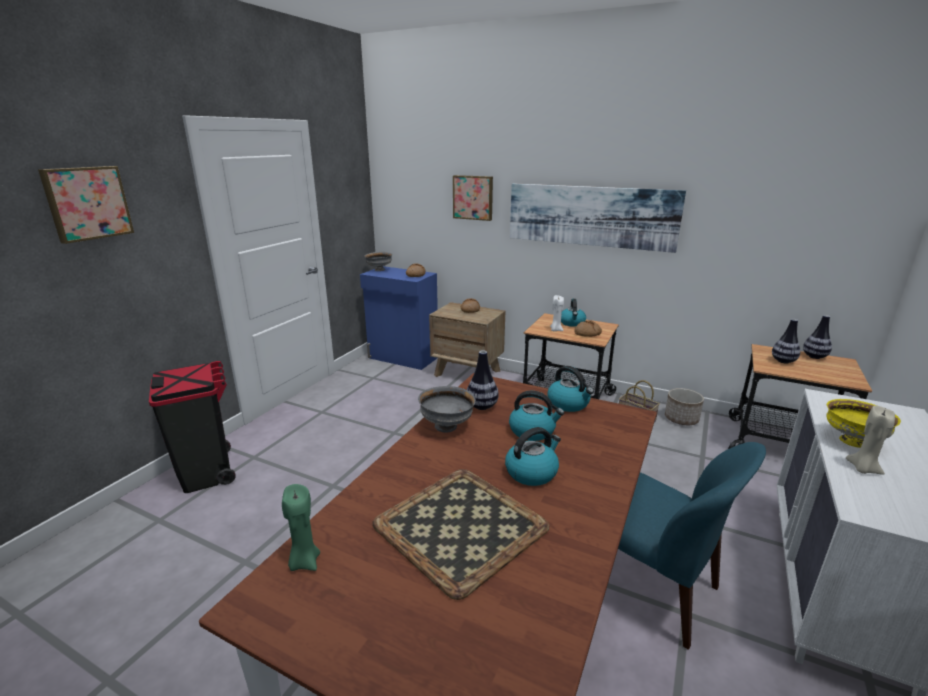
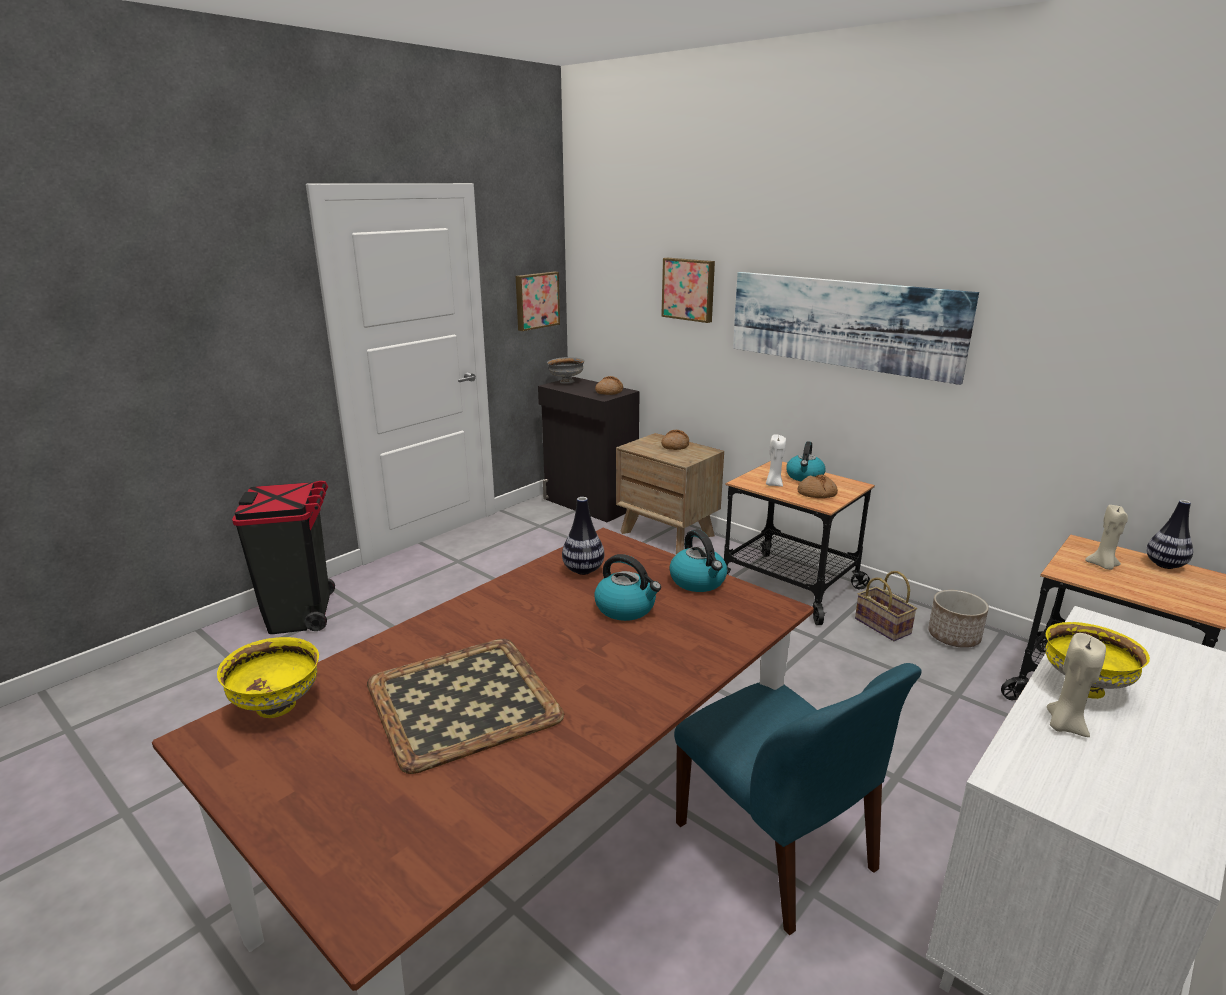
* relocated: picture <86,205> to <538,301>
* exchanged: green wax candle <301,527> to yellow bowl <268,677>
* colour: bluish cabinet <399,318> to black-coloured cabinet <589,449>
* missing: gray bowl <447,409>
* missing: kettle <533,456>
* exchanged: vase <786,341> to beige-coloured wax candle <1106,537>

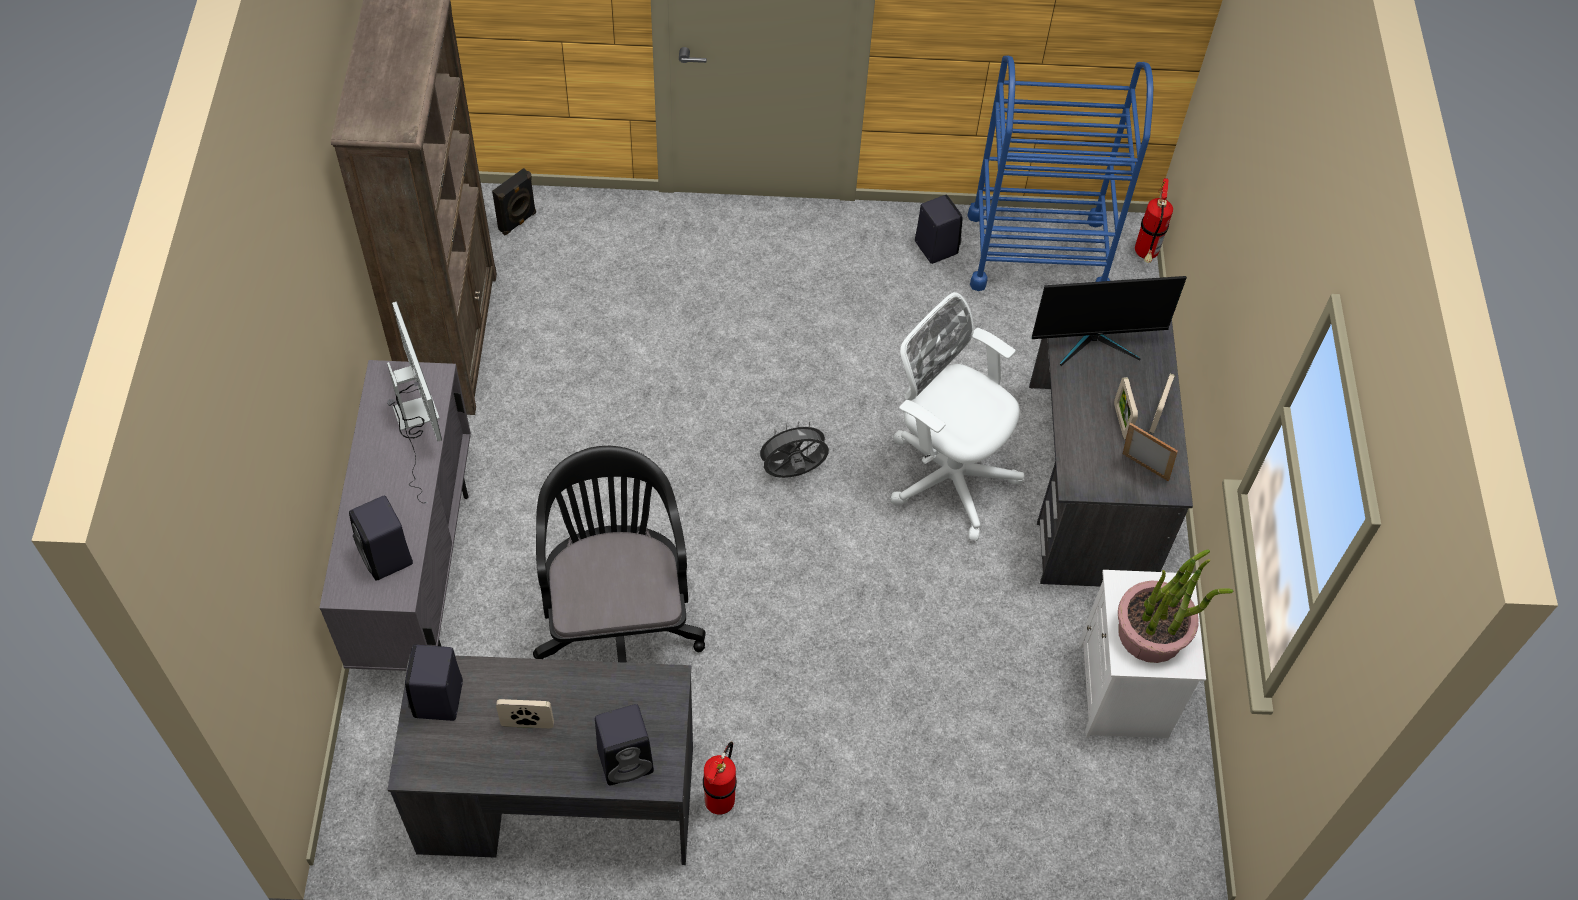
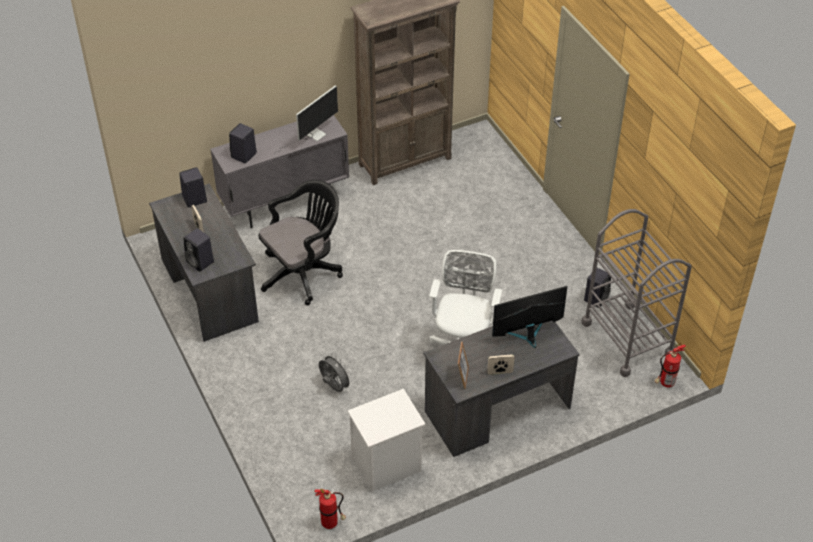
* missing: black-coloured audio speaker <514,201>
* relocated: fire-fighting cylinder <720,778> to <330,509>
* relocated: gray cooling fan <792,449> to <336,372>
* colour: bluish wheeled cart <1060,173> to gray wheeled cart <637,293>
* spun: computer screen <1109,321> = <529,317> 105 degrees clockwise
* missing: standing frame <1126,408>
* missing: plant in a pot <1175,606>

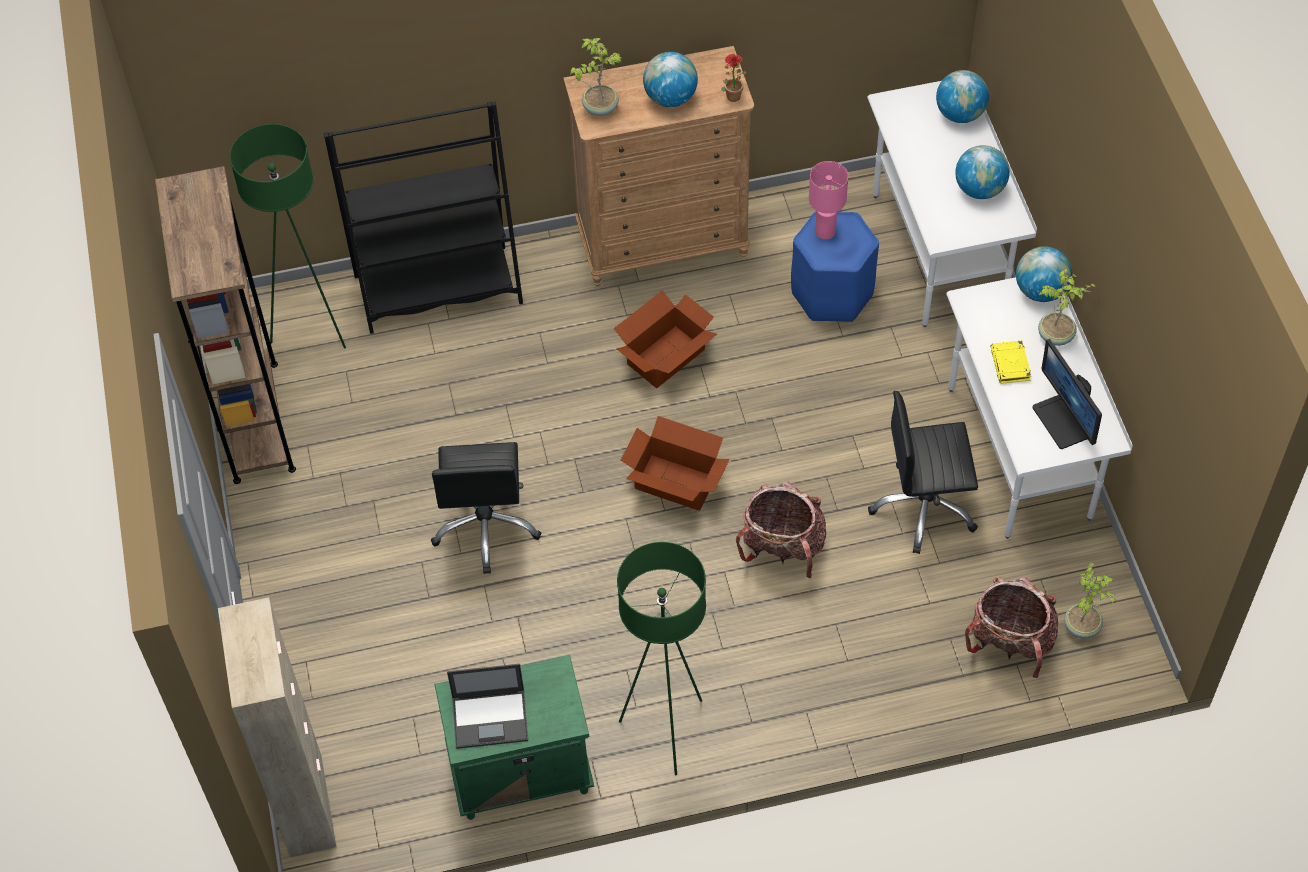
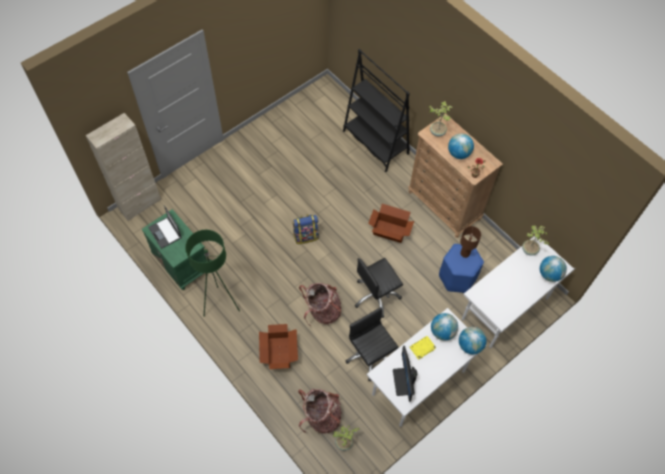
* missing: brown-coloured shelving unit <225,325>
* missing: green floor lamp <288,236>
* relocated: black-coloured office chair <486,508> to <379,288>
* relocated: packing box <675,463> to <278,346>
* colour: pinkish lamp for a table <828,200> to brown-coloured lamp for a table <470,242>
* relocated: desk globe <982,172> to <444,326>
* spun: computer screen <1067,394> = <405,374> 45 degrees counterclockwise
* relocated: plant in a pot <1067,307> to <535,240>
* appeared: rucksack <306,229>

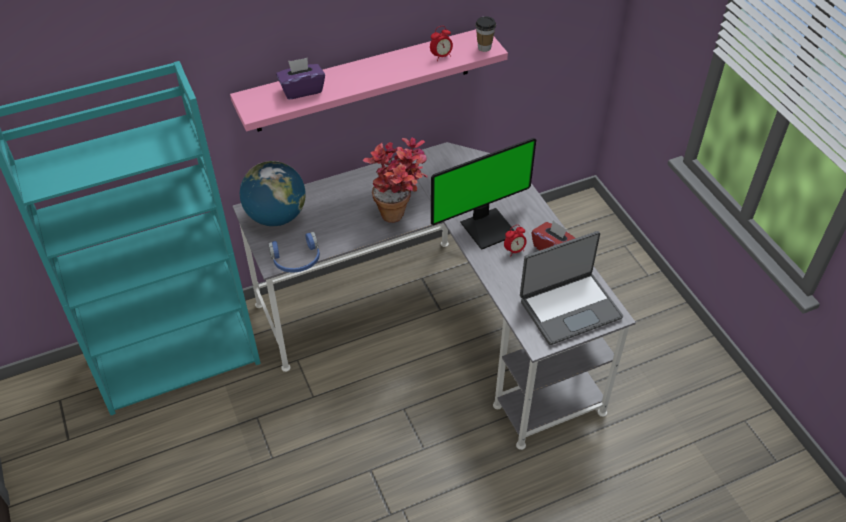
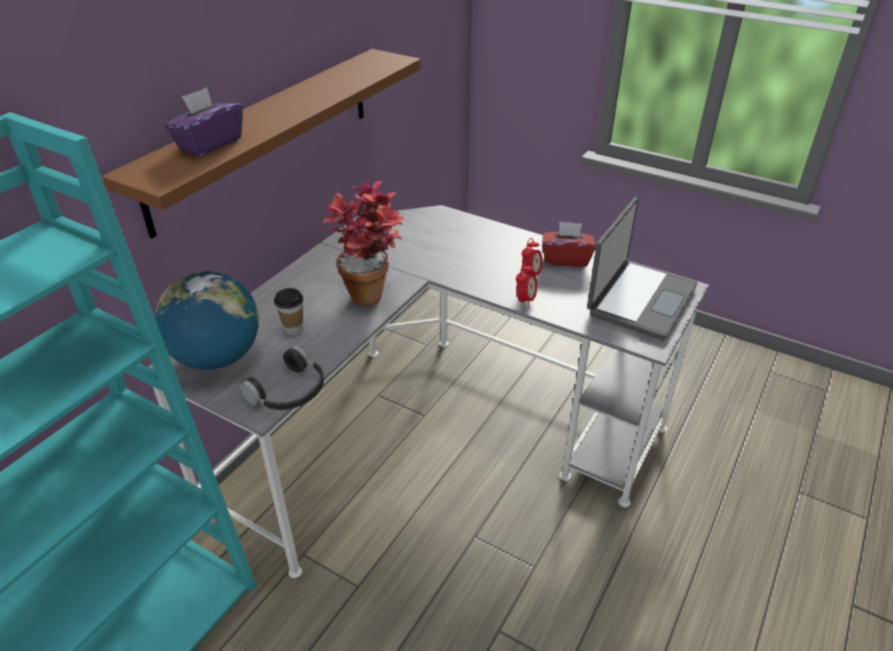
* colour: pinkish bracket shelf <369,80> to brown-coloured bracket shelf <261,144>
* colour: bluish headphones <294,252> to black-coloured headphones <281,378>
* relocated: alarm clock <441,43> to <526,285>
* missing: computer screen <483,194>
* relocated: small cup <485,34> to <289,311>

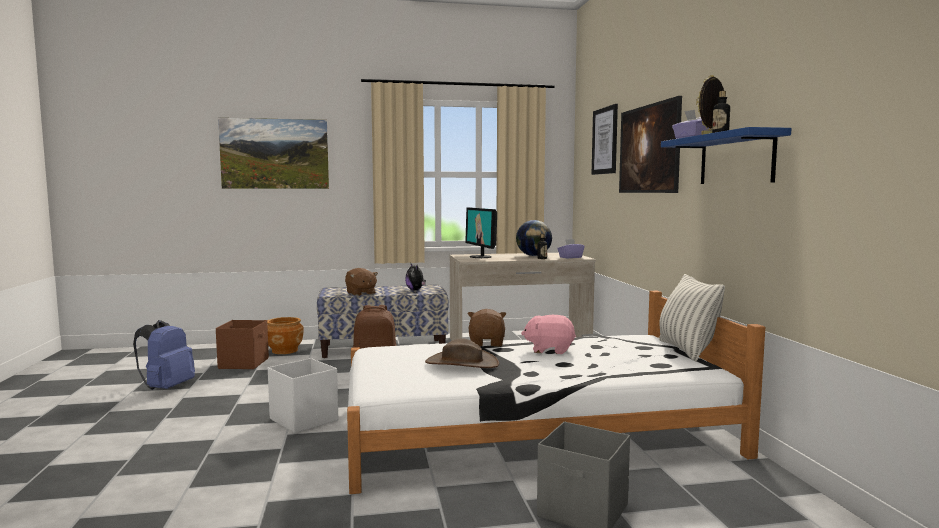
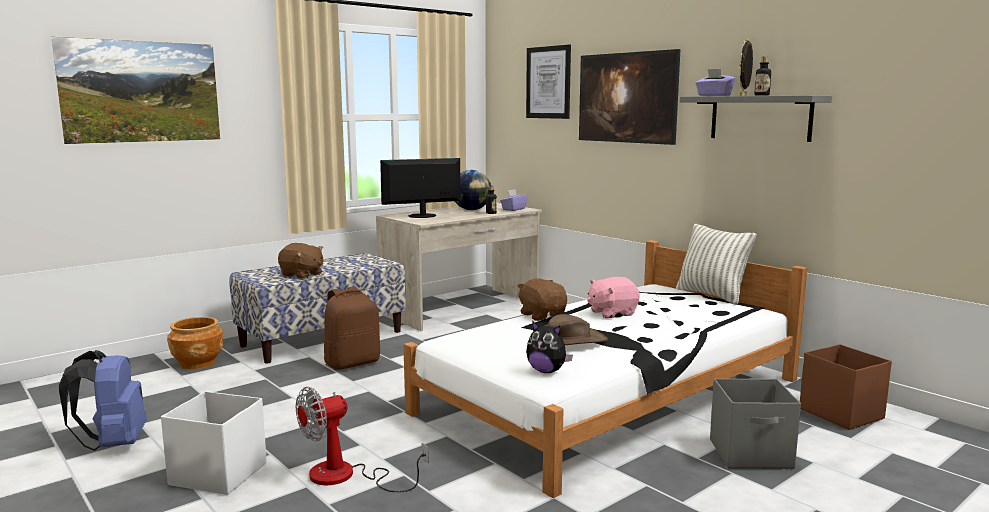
* relocated: brown-coloured storage container <242,344> to <846,387>
* relocated: whitish storage container <303,395> to <214,443>
* relocated: plush toy <415,277> to <549,347>
* spun: computer screen <481,232> = <420,188> 120 degrees clockwise
* colour: bluish bracket shelf <726,155> to gray bracket shelf <756,118>
* appeared: cooling fan <362,439>

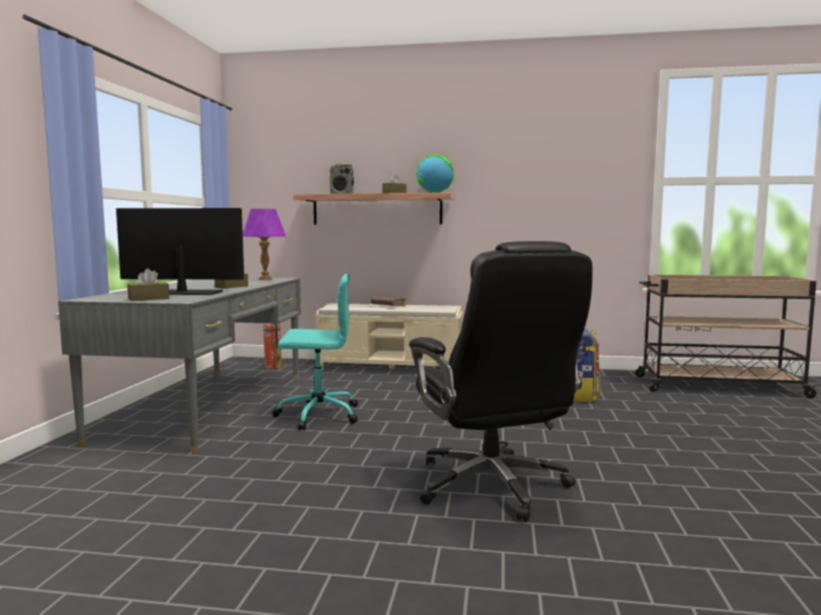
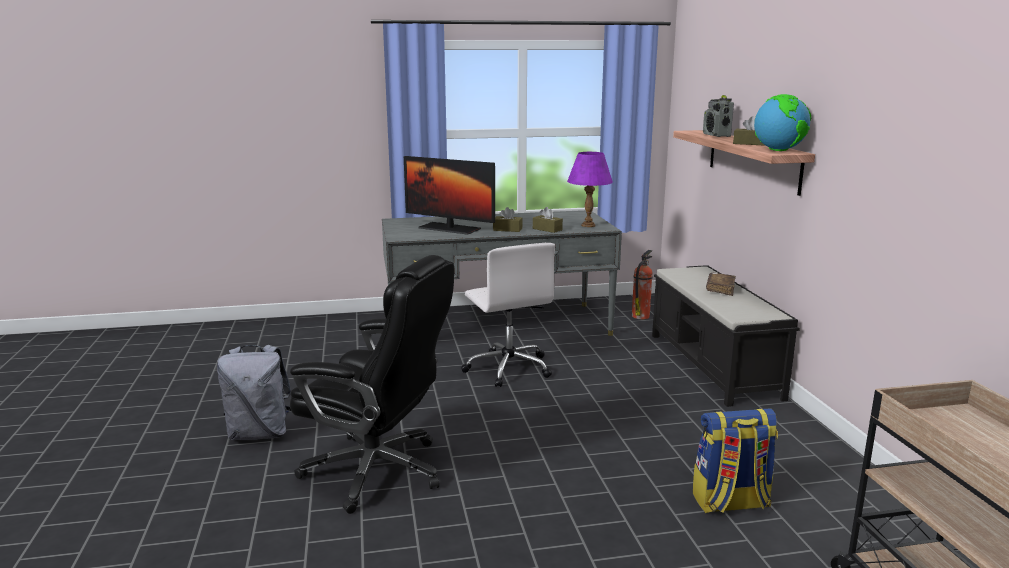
* spun: computer screen <180,251> = <449,195> 135 degrees clockwise
* relocated: brown-coloured tissue holder <148,284> to <548,220>
* colour: turquoise office chair <315,352> to whitish office chair <508,315>
* colour: beige-coloured long seat <389,337> to black-coloured long seat <726,336>
* spun: black-coloured office chair <500,381> = <372,384> 120 degrees counterclockwise
* appeared: gray rucksack <254,392>

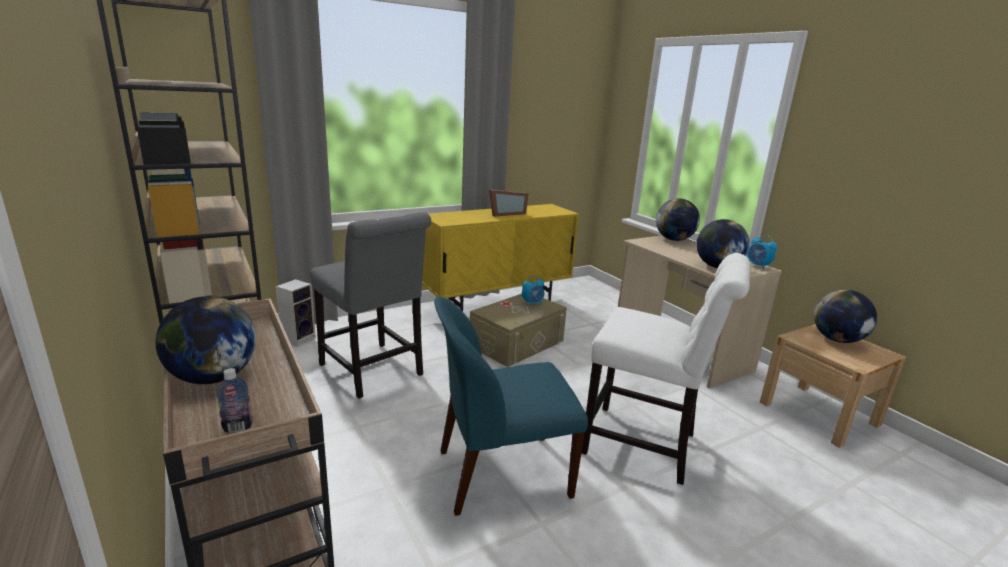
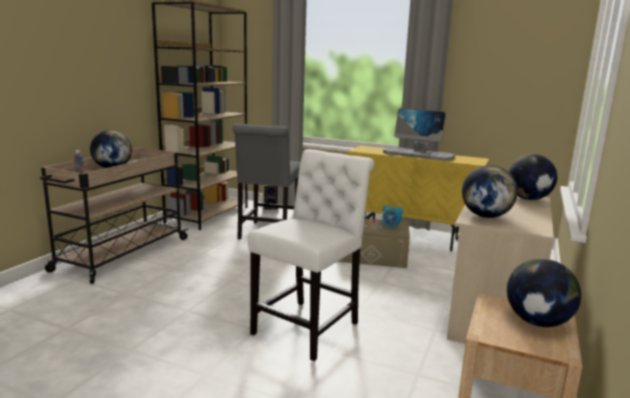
* missing: bluish plain chair <511,406>
* exchanged: standing frame <508,203> to computer screen <419,134>
* spun: whitish plain chair <666,369> = <311,255> 135 degrees counterclockwise
* missing: alarm clock <762,252>

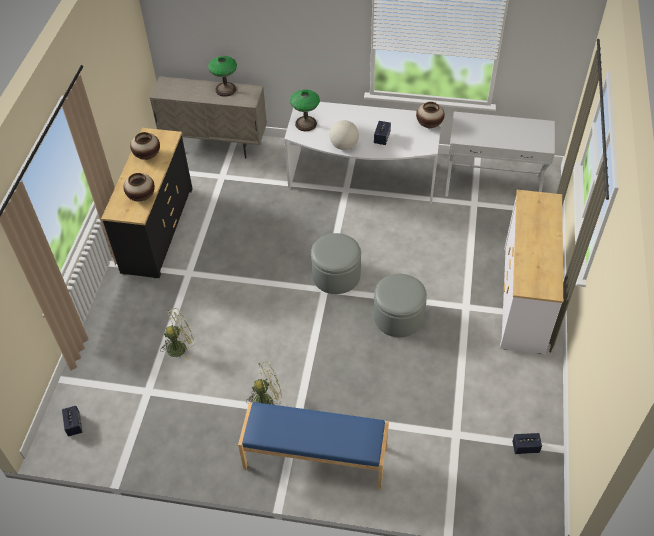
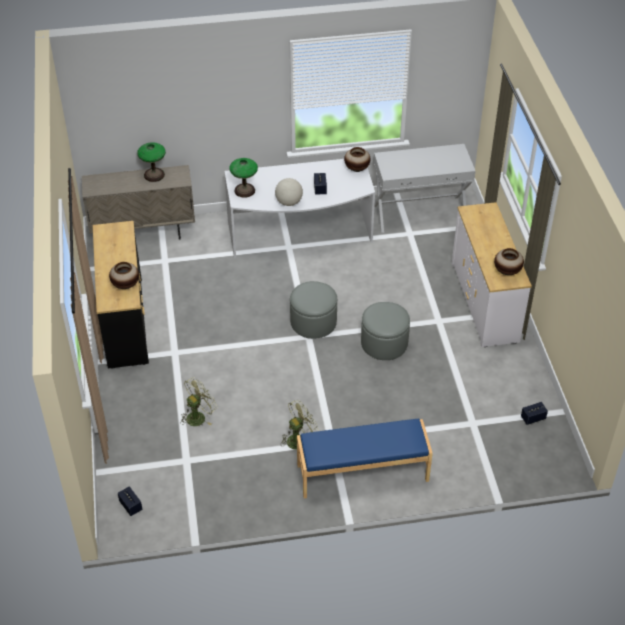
* relocated: vase <145,146> to <509,261>

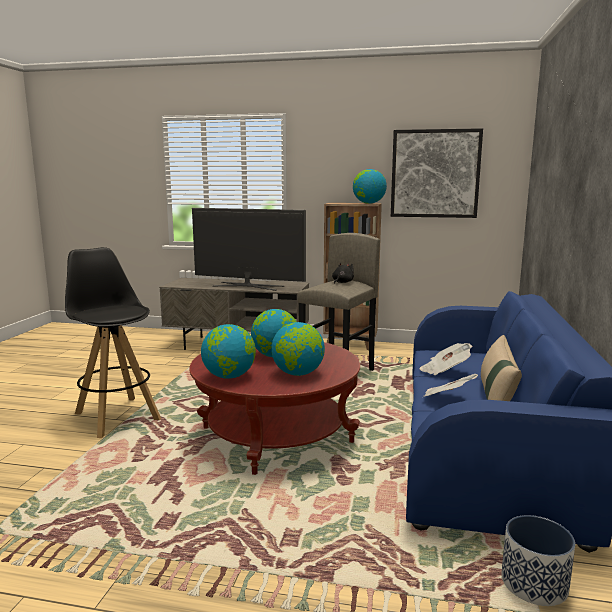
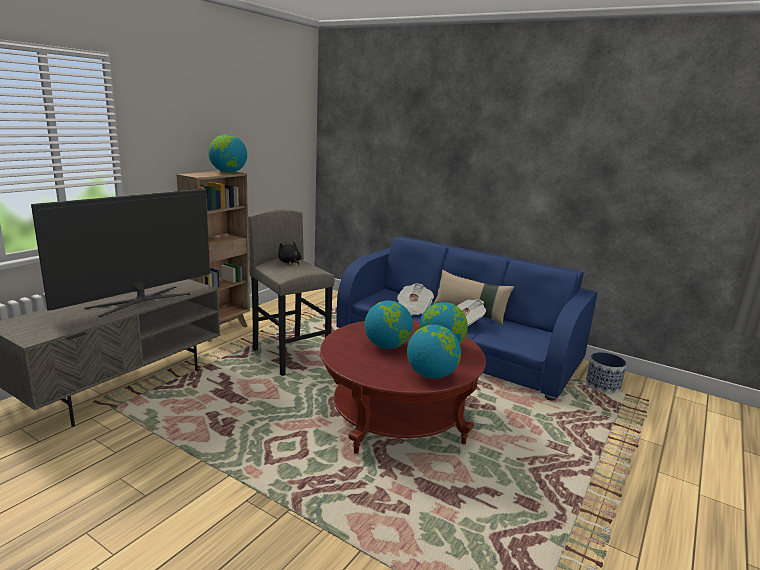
* missing: black-coloured sitting stool <113,342>
* missing: picture <437,173>

